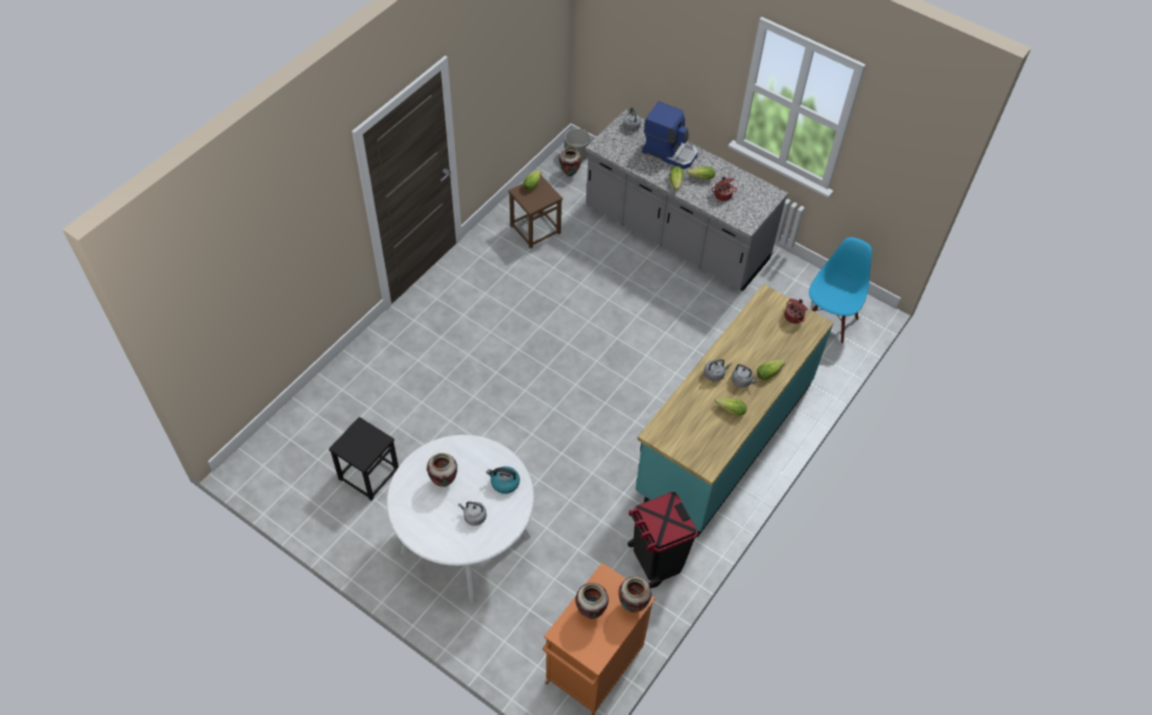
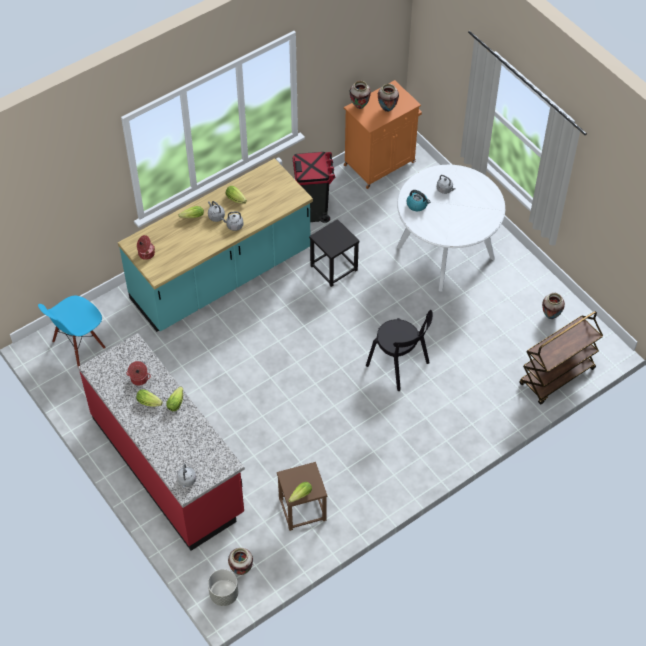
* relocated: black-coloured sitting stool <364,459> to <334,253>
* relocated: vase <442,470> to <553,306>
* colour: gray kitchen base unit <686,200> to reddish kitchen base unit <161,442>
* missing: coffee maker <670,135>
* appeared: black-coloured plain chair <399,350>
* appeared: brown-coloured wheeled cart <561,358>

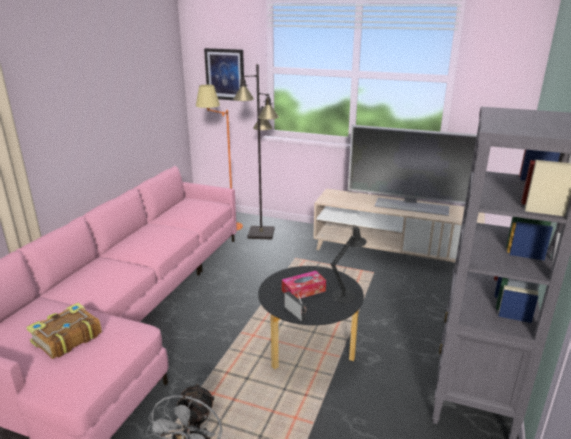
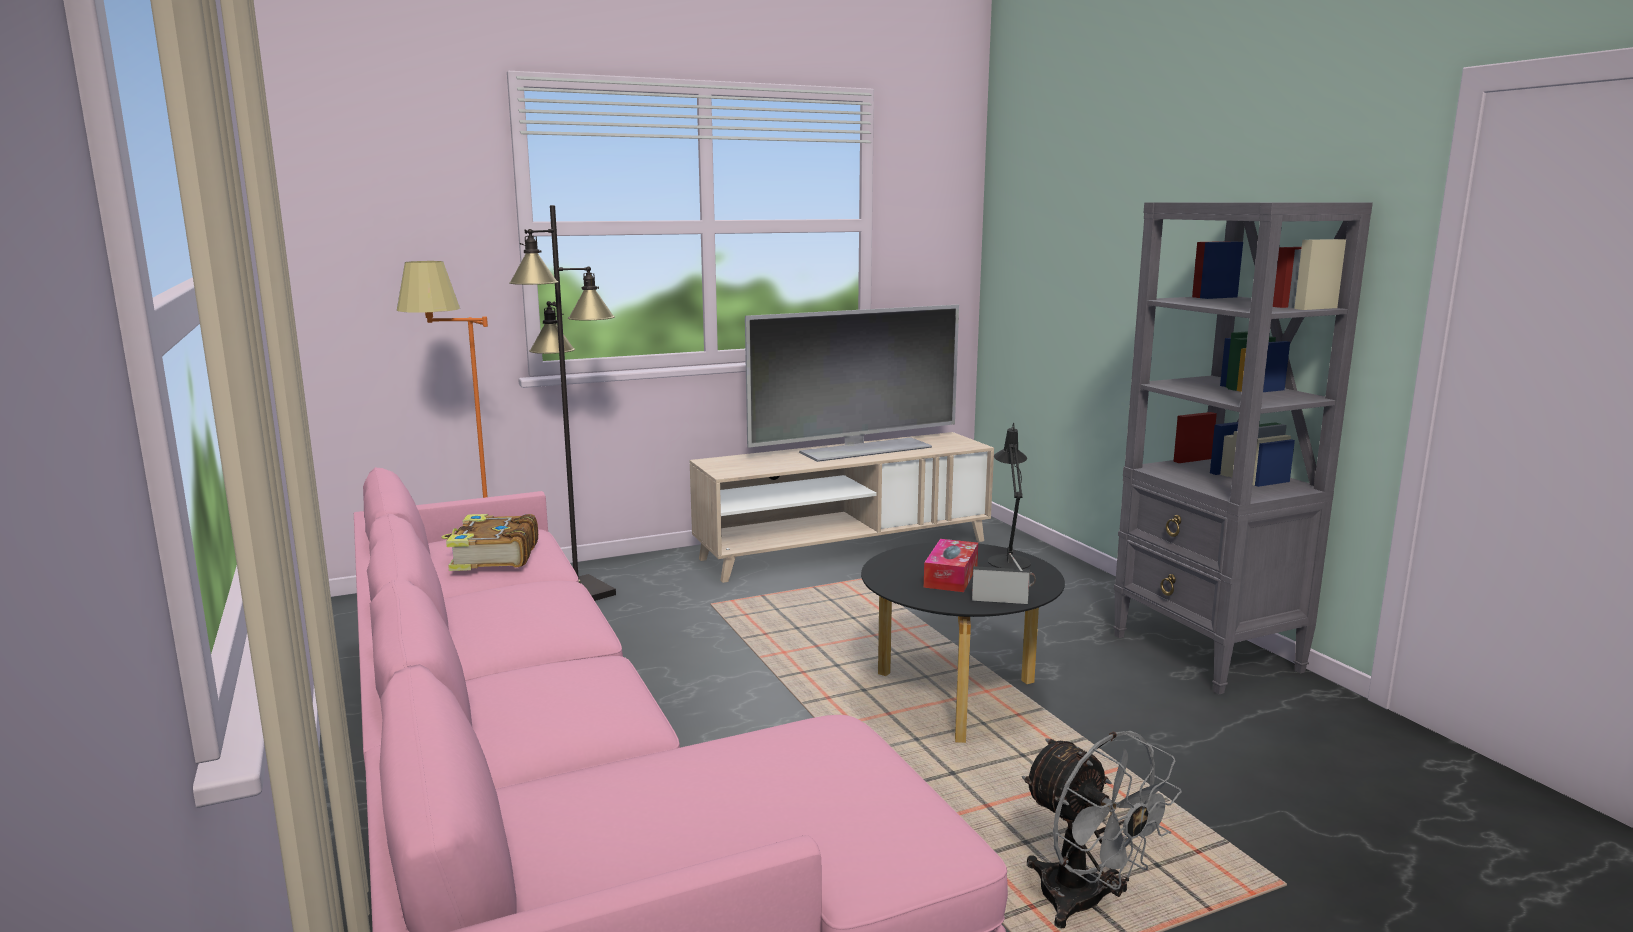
* relocated: bound book <64,331> to <489,542>
* missing: picture <224,74>

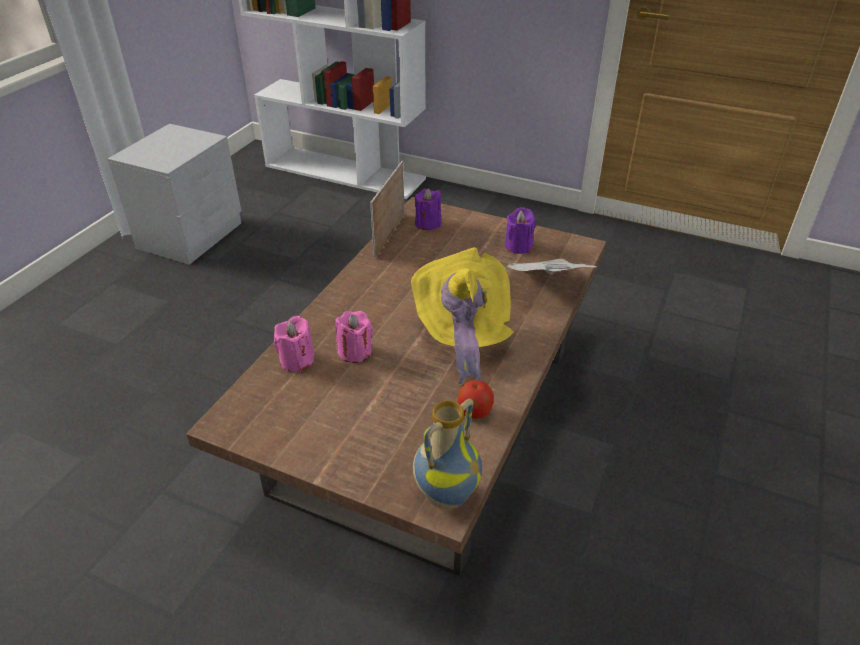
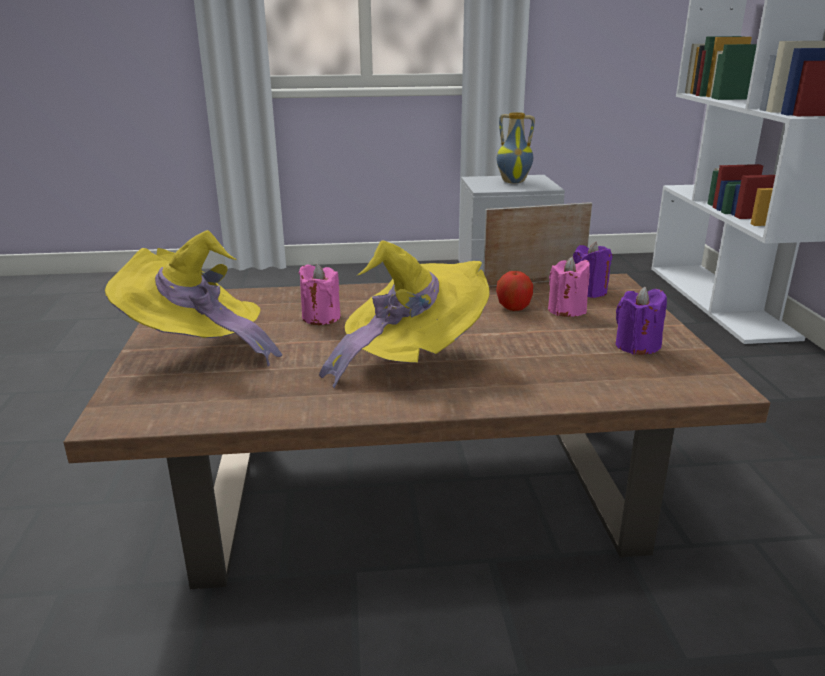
* relocated: pinkish wax candle <294,344> to <569,286>
* relocated: vase <447,454> to <516,147>
* relocated: apple fruit <476,399> to <514,291>
* missing: newspaper <552,267>
* appeared: yellow wearable hat <193,298>

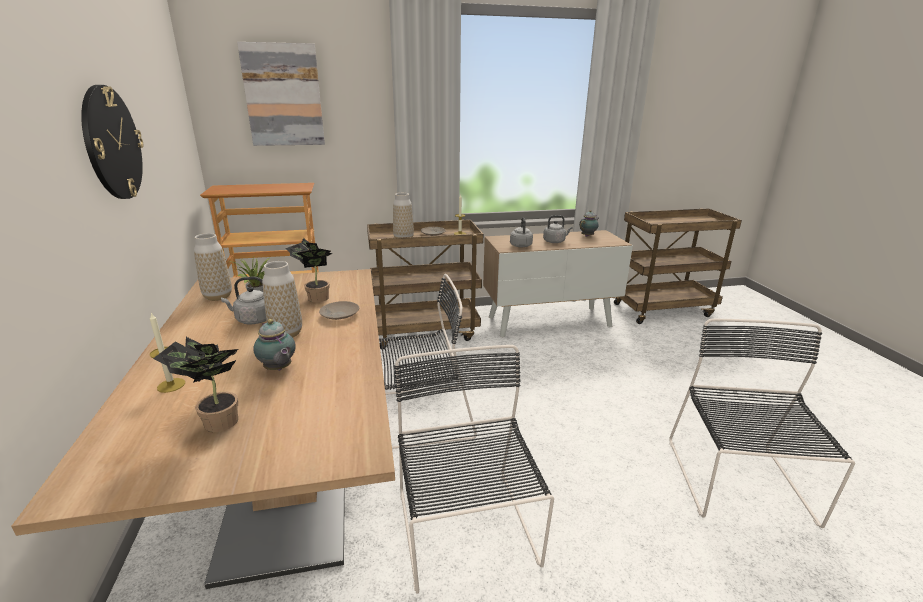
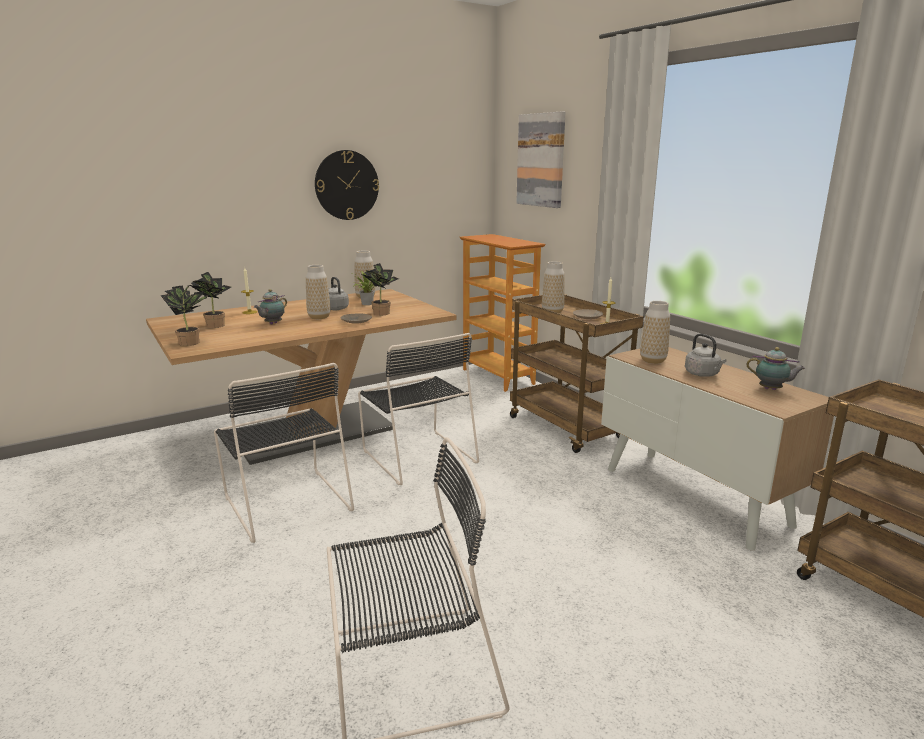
* spun: black-coloured plain chair <474,469> = <284,453> 90 degrees clockwise
* exchanged: gray kettle <521,232> to vase <655,332>
* appeared: plant in a pot <184,315>

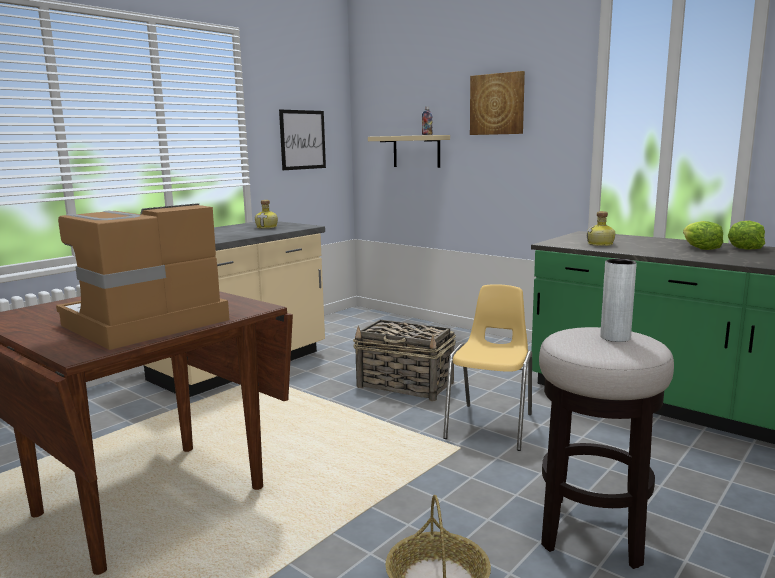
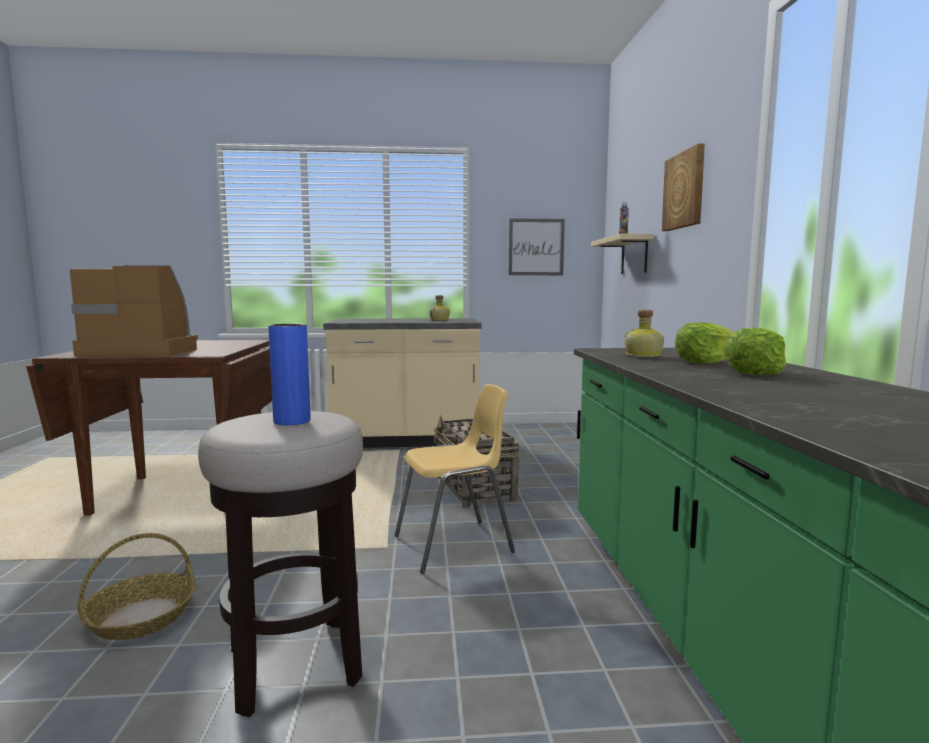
* colour: gray vase <618,300> to bluish vase <289,374>
* relocated: head of lettuce <746,235> to <704,342>

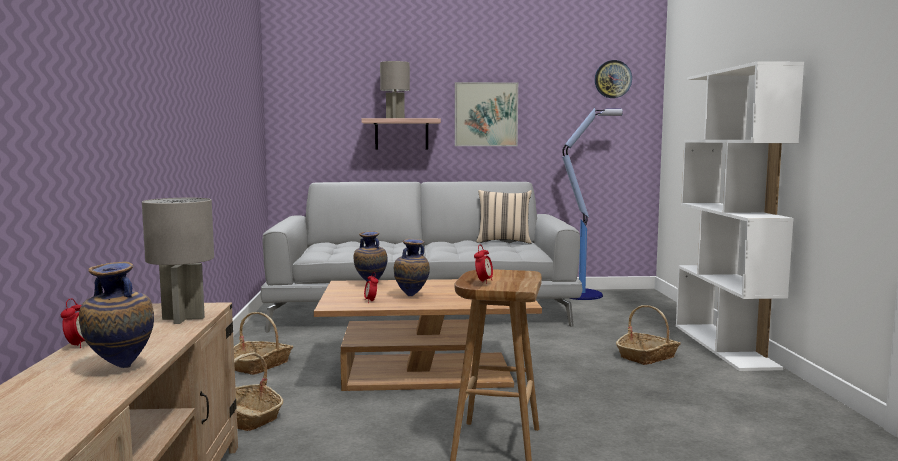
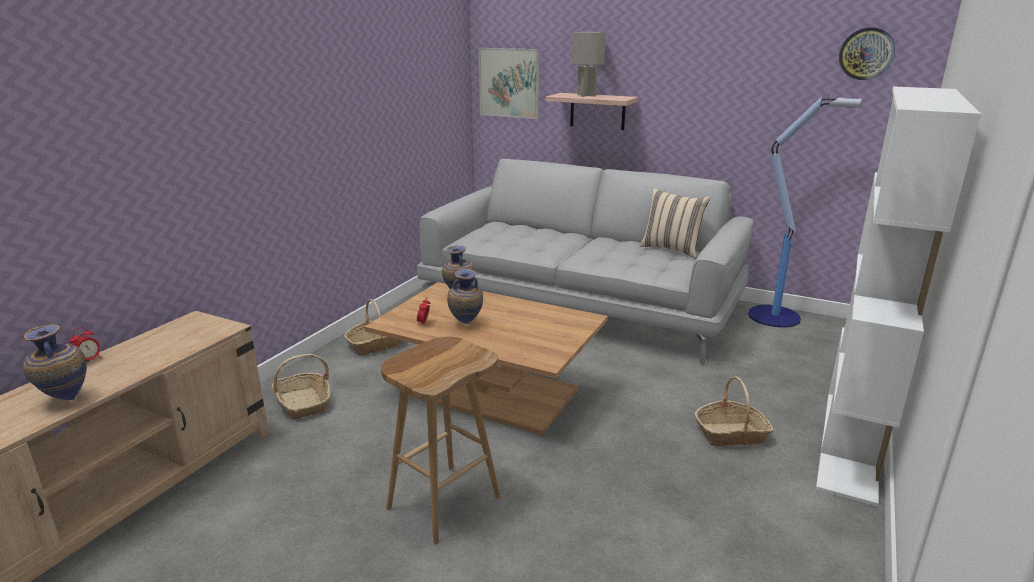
* missing: gray lamp for a table <178,261>
* relocated: picture <486,114> to <509,83>
* missing: alarm clock <483,264>

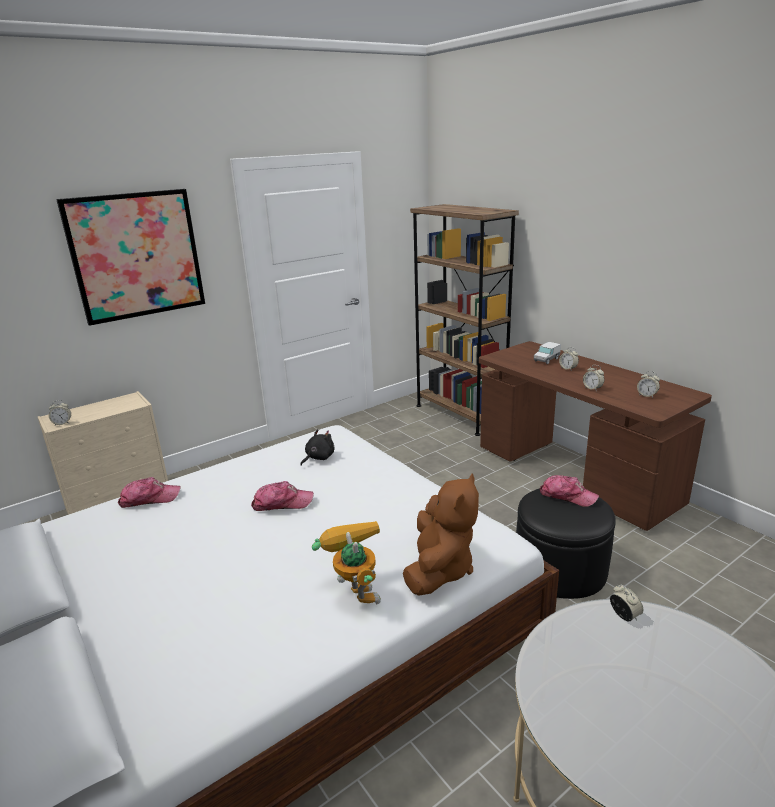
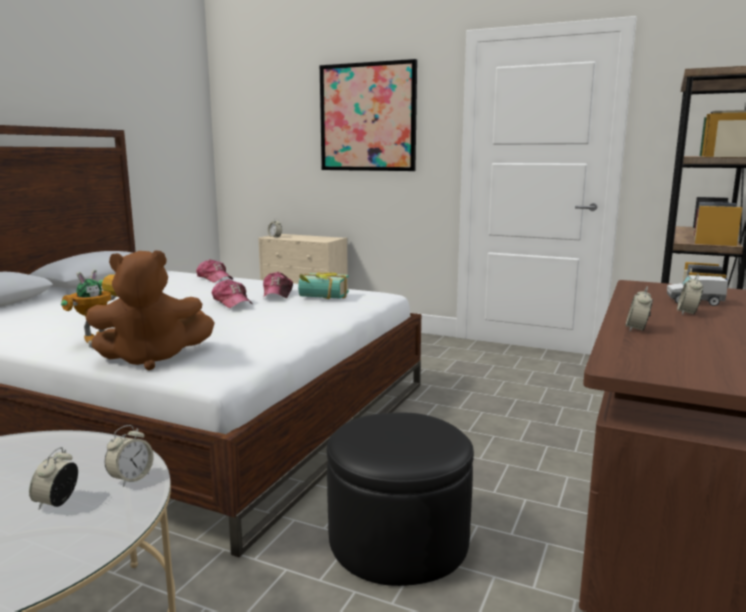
* exchanged: black-coloured plush toy <317,447> to bound book <323,285>
* relocated: cap <569,491> to <278,285>
* relocated: alarm clock <648,384> to <53,478>

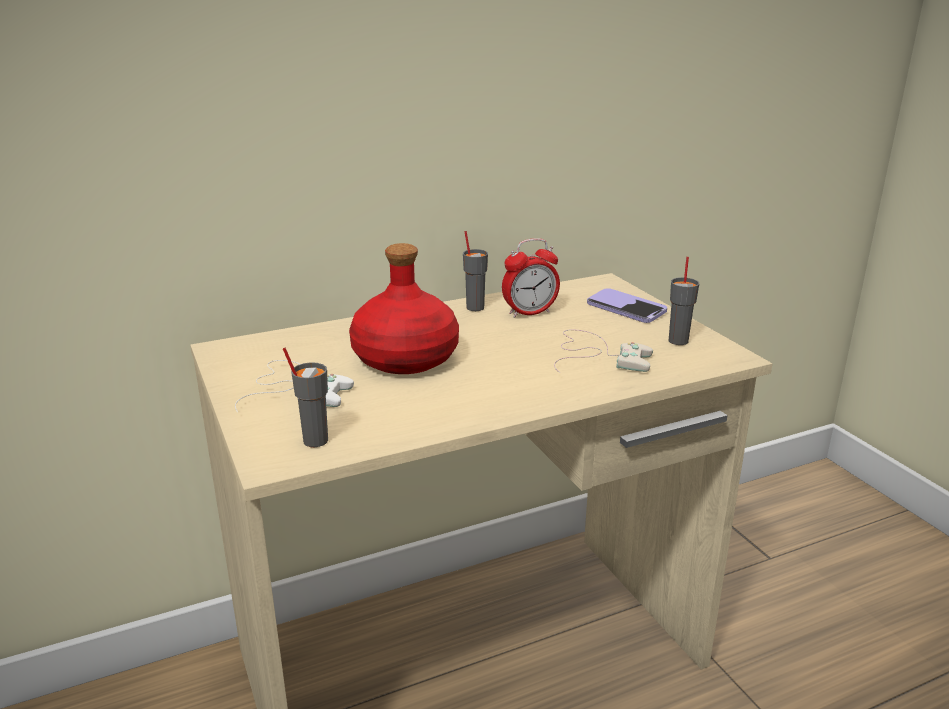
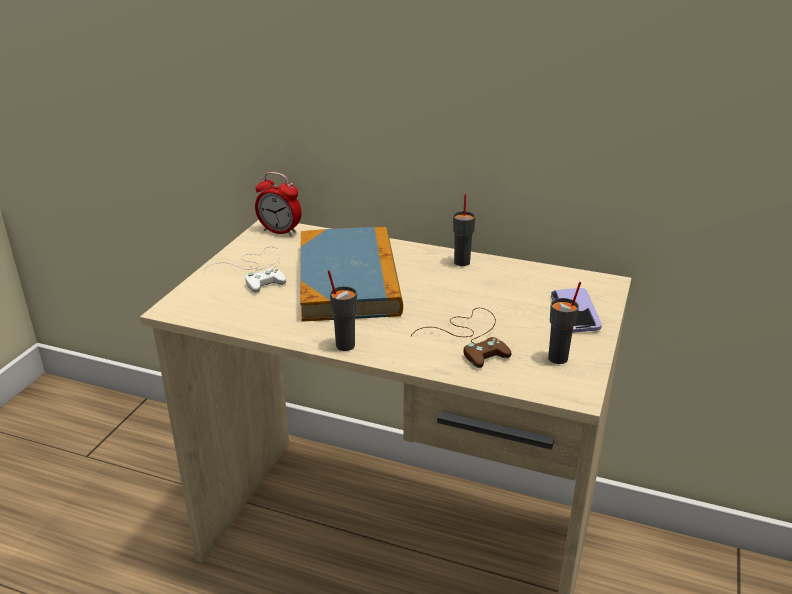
* relocated: gray small cup <305,397> to <342,310>
* exchanged: reddish beverage bottle <404,308> to bound book <351,274>
* relocated: alarm clock <531,278> to <278,204>
* colour: whitish game controller <603,351> to brown-coloured game controller <461,338>

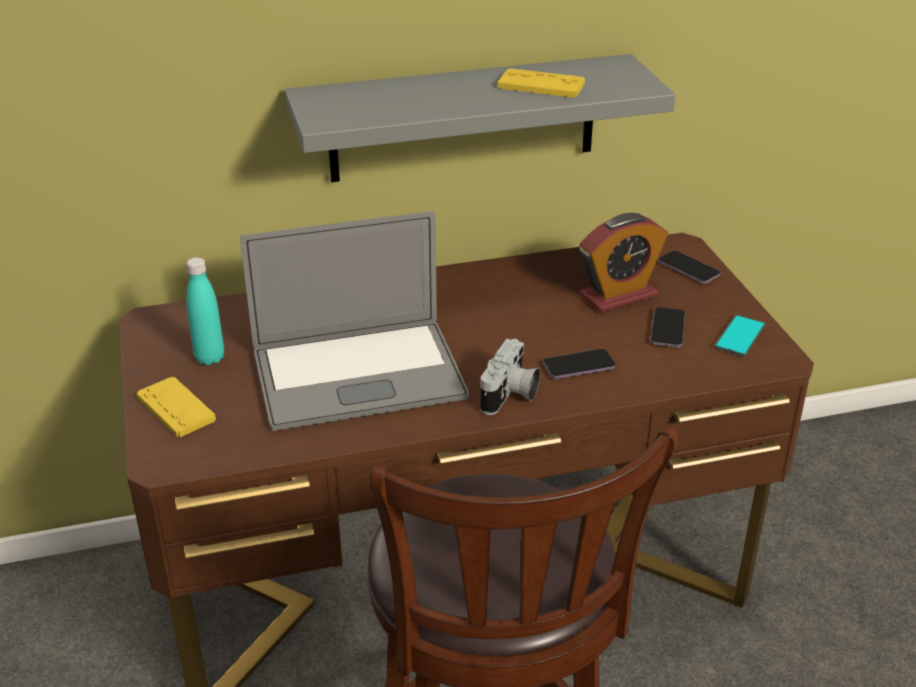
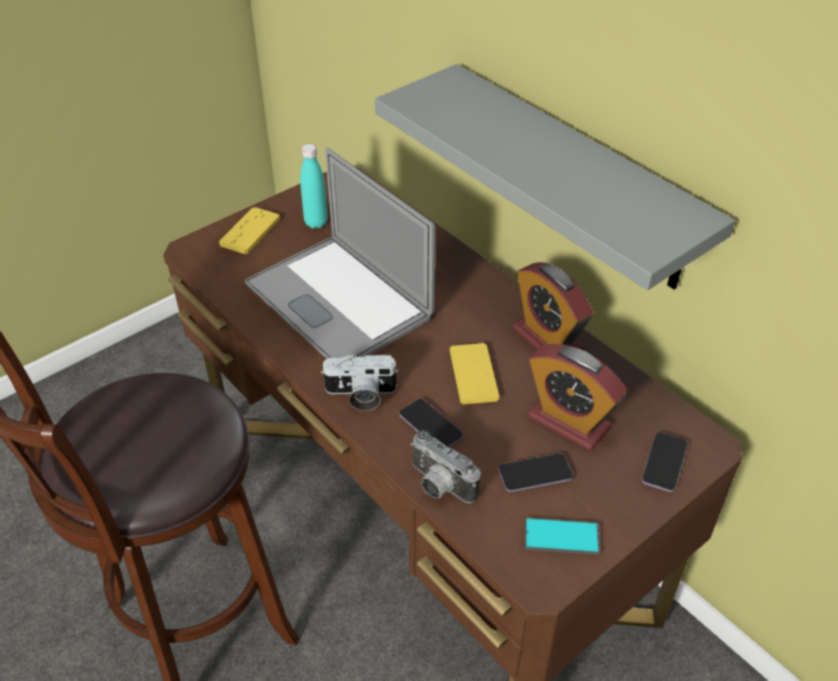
* relocated: yellow game controller <541,83> to <474,374>
* appeared: photo camera <445,467>
* appeared: alarm clock <553,306>

